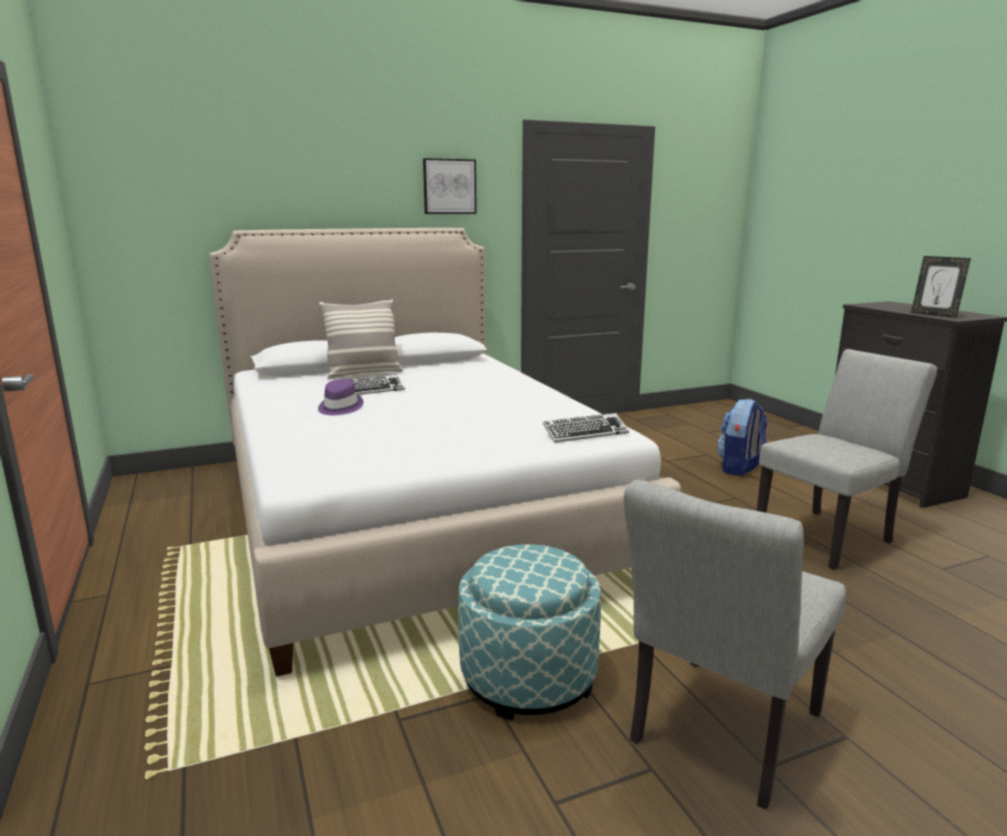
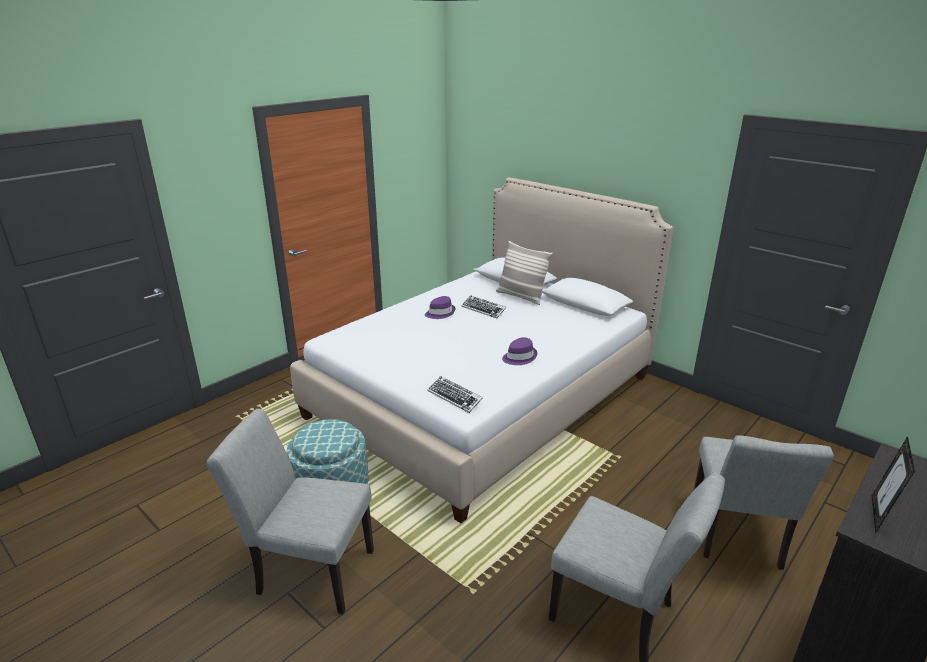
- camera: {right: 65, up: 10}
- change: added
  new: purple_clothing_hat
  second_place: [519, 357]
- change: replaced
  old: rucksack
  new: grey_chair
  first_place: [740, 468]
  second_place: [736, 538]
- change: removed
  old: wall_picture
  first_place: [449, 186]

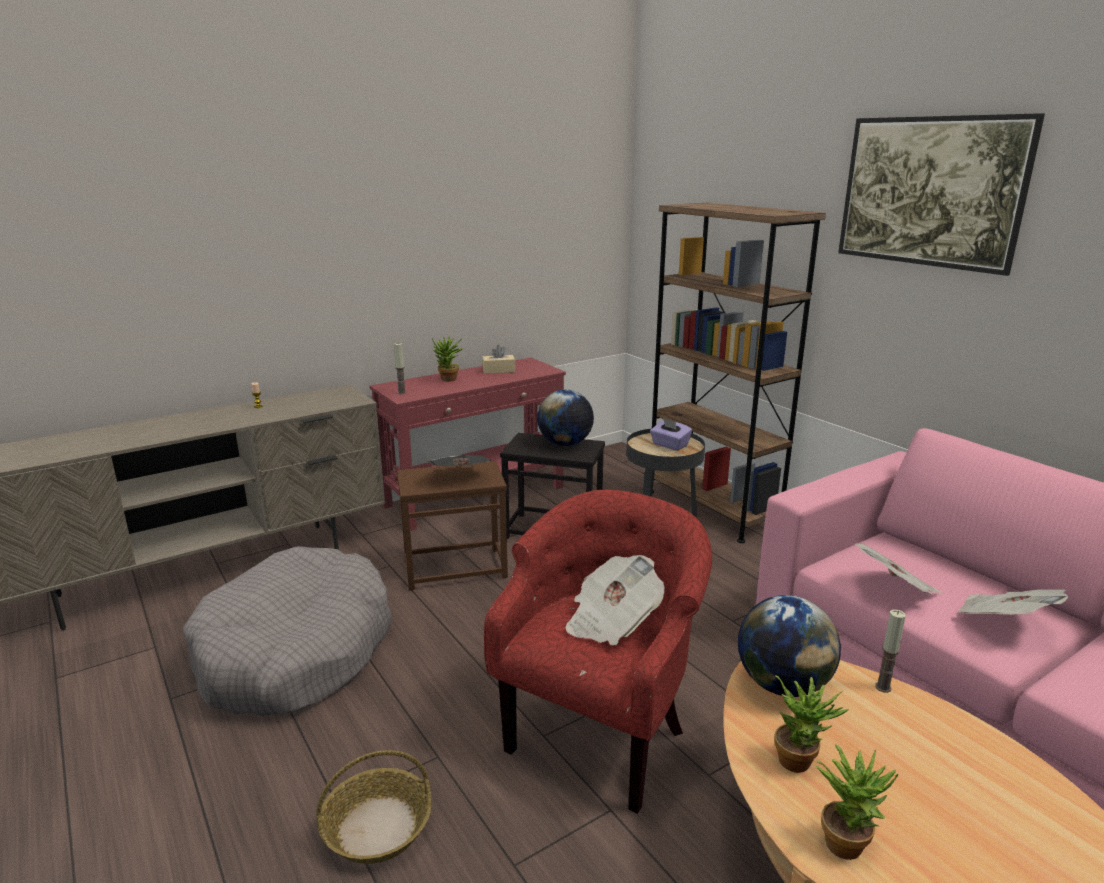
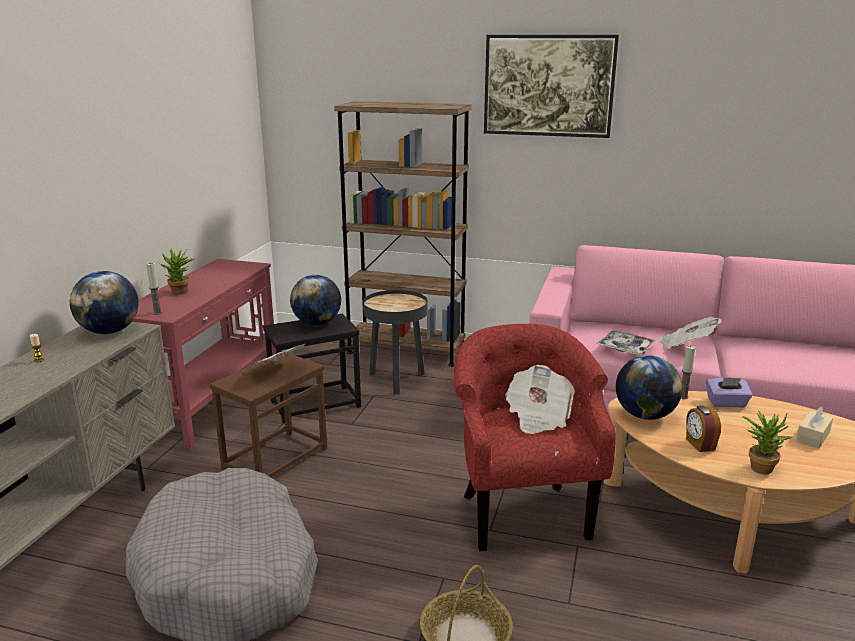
- camera: {right: -40, up: 0}
- change: added
  new: globe
  second_place: [110, 331]
- change: replaced
  old: daily_paper
  new: serving_tray
  first_place: [895, 589]
  second_place: [625, 348]
- change: replaced
  old: plant_in_a_pot
  new: alarm_clock
  first_place: [800, 760]
  second_place: [699, 444]
- change: moved
  old: purple_box_of_tissues
  first_place: [669, 445]
  second_place: [726, 403]
- change: moved
  old: beige-coloured_box_of_tissues
  first_place: [498, 370]
  second_place: [812, 436]

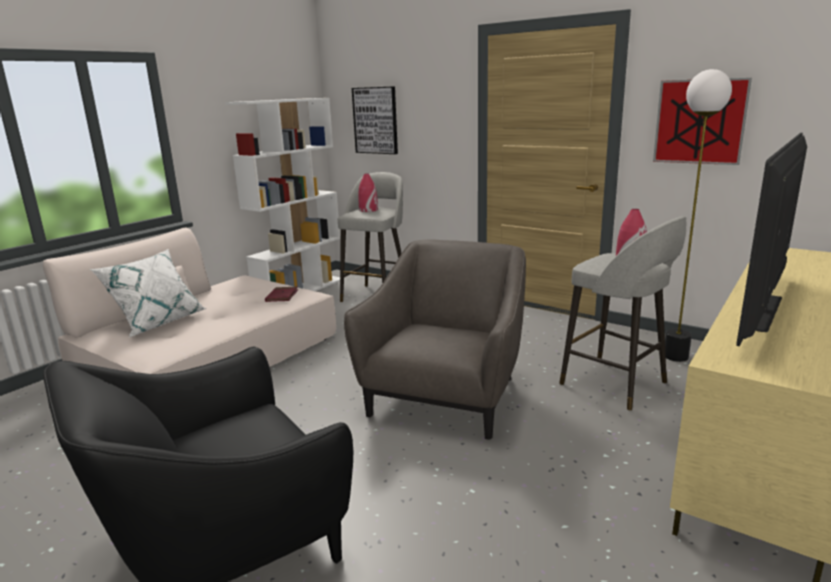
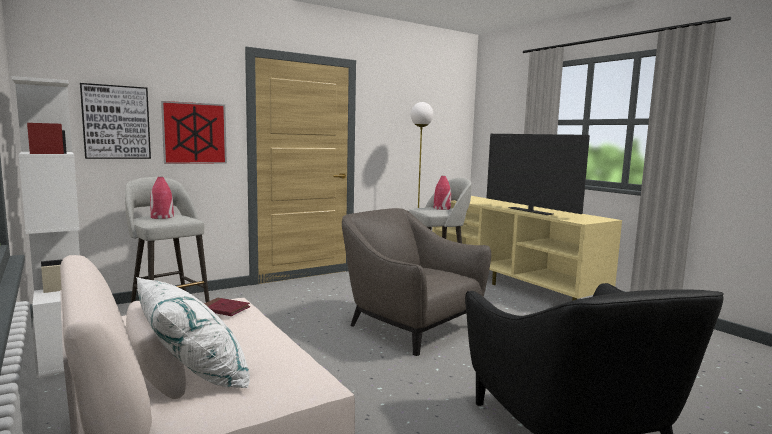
- camera: {right: -70, up: -10}
- change: moved
  old: wall_picture
  first_place: [700, 121]
  second_place: [194, 133]

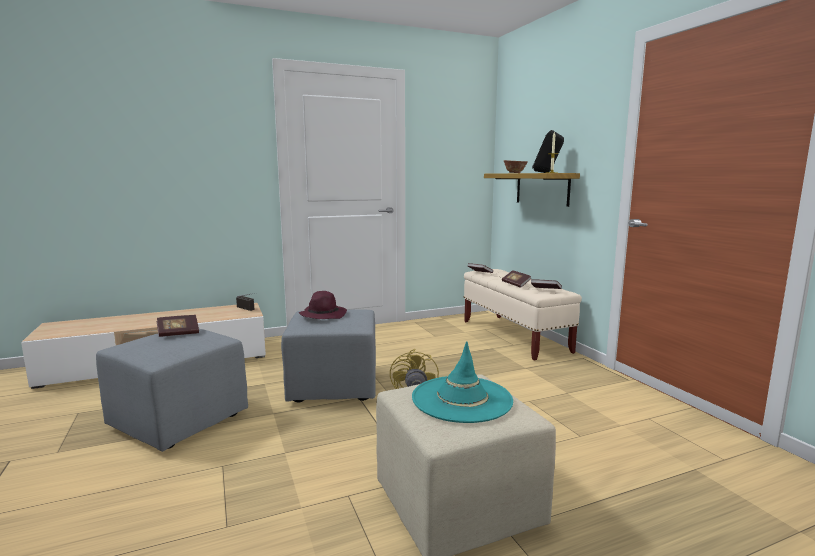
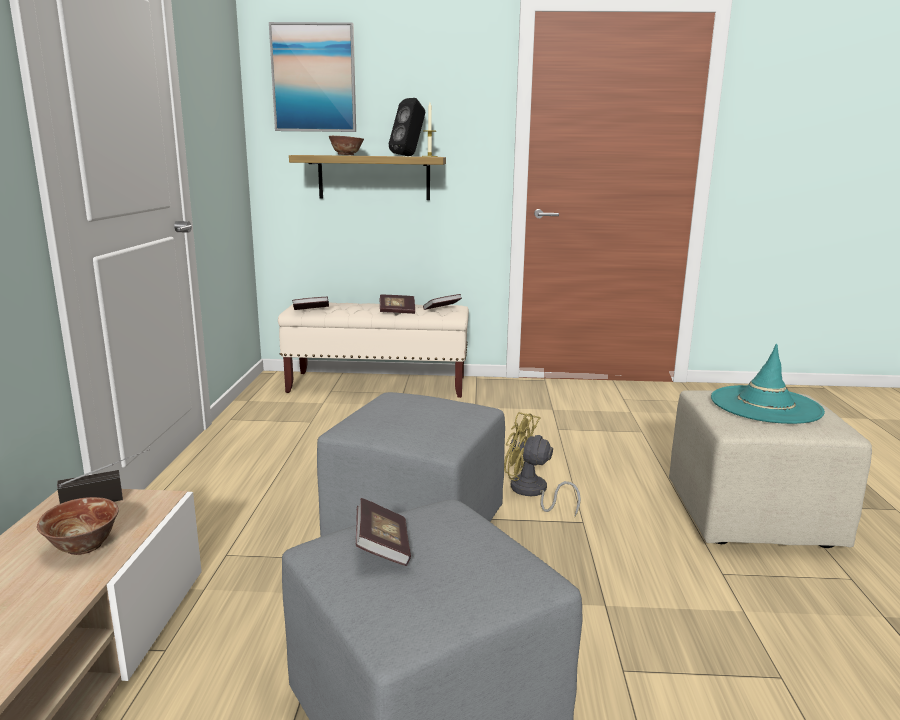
- camera: {right: -65, up: 5}
- change: added
  new: deep_dish
  second_place: [84, 547]
- change: added
  new: wall_picture
  second_place: [314, 78]
- change: removed
  old: purple_clothing_hat
  first_place: [323, 315]

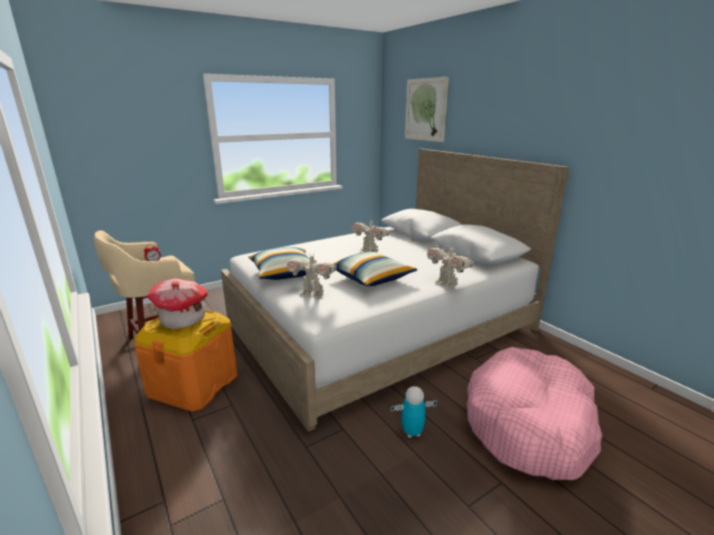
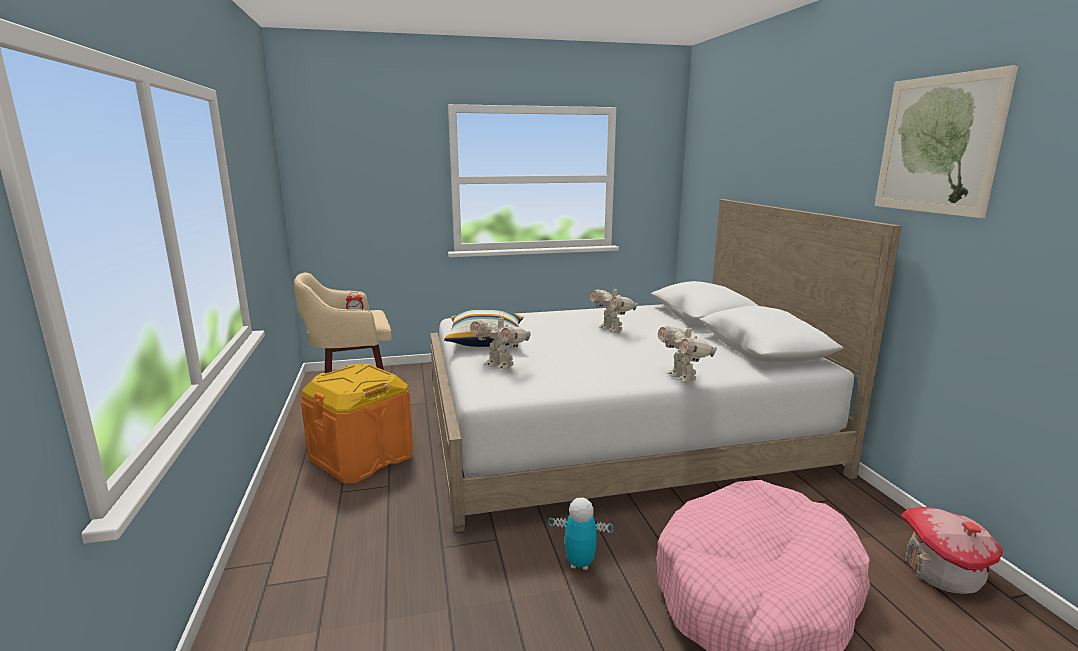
- camera: {right: 20, up: -5}
- change: moved
  old: wall_picture
  first_place: [425, 109]
  second_place: [937, 145]
- change: moved
  old: miniature_house
  first_place: [183, 319]
  second_place: [942, 573]
- change: removed
  old: pillow
  first_place: [371, 278]

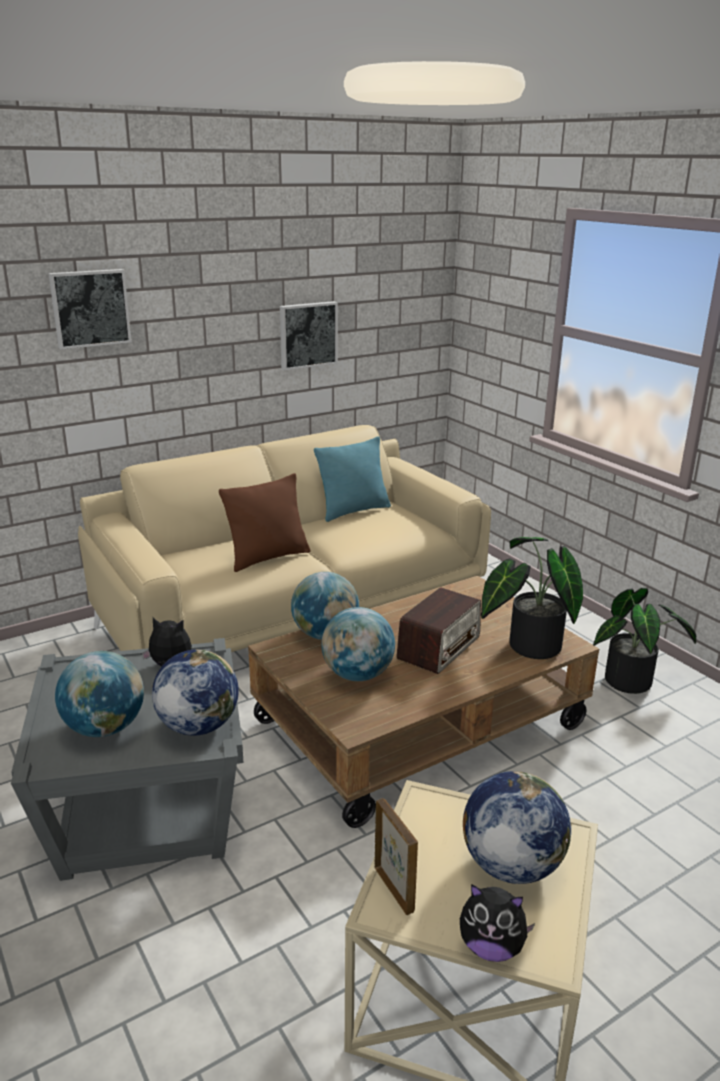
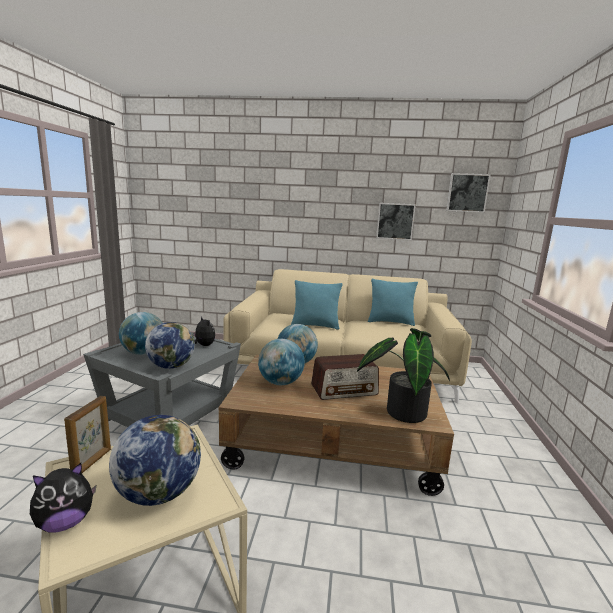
- camera: {right: 40, up: -10}
- change: turned
  old: plush_toy
  first_place: [491, 947]
  second_place: [65, 523]
  degrees: -90
- change: recoloured
  old: brown-coloured_pillow
  new: blue-green_pillow
  first_place: [268, 557]
  second_place: [315, 325]
- change: moved
  old: wall_picture
  first_place: [90, 308]
  second_place: [467, 193]
- change: removed
  old: plant_in_a_pot
  first_place: [634, 683]

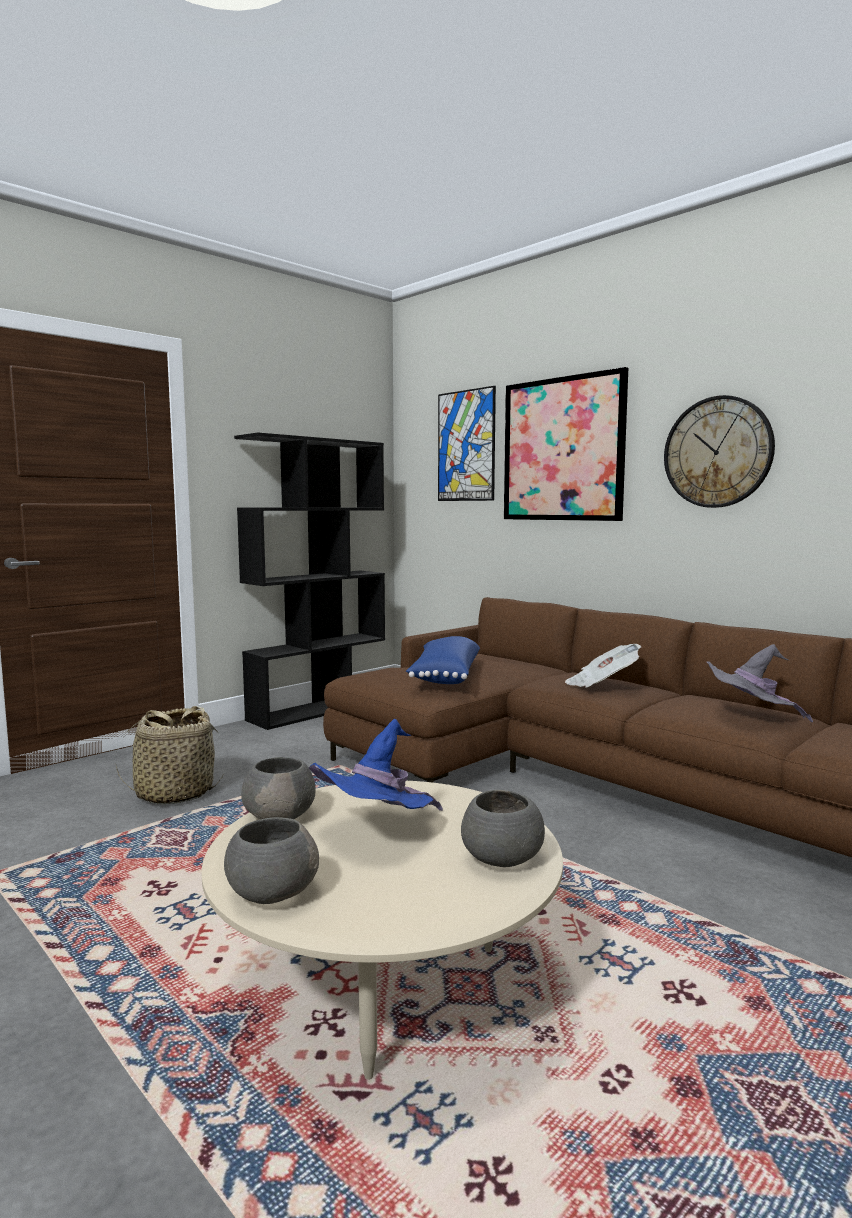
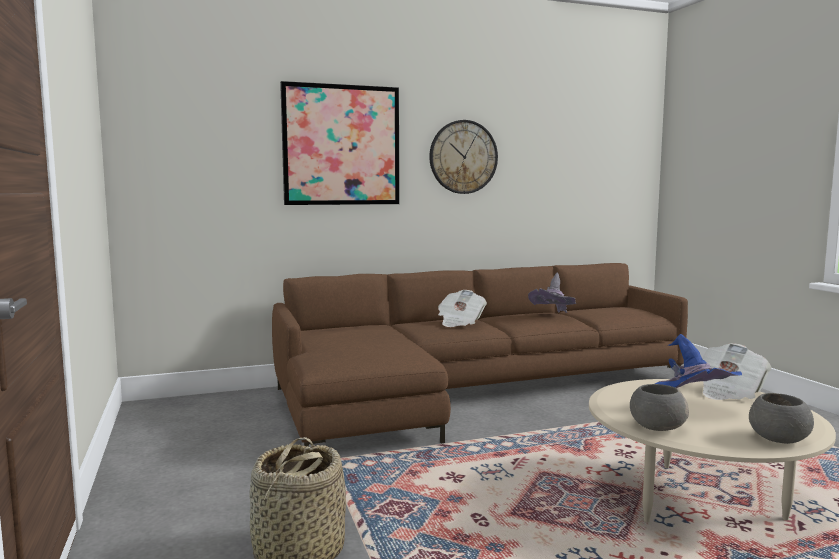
- camera: {right: -65, up: 0}
- change: replaced
  old: grey_deep_dish
  new: daily_paper
  first_place: [500, 859]
  second_place: [727, 391]
- change: removed
  old: black_bookshelf
  first_place: [318, 709]
- change: removed
  old: bluish_pillow
  first_place: [444, 676]
- change: removed
  old: wall_picture
  first_place: [466, 446]

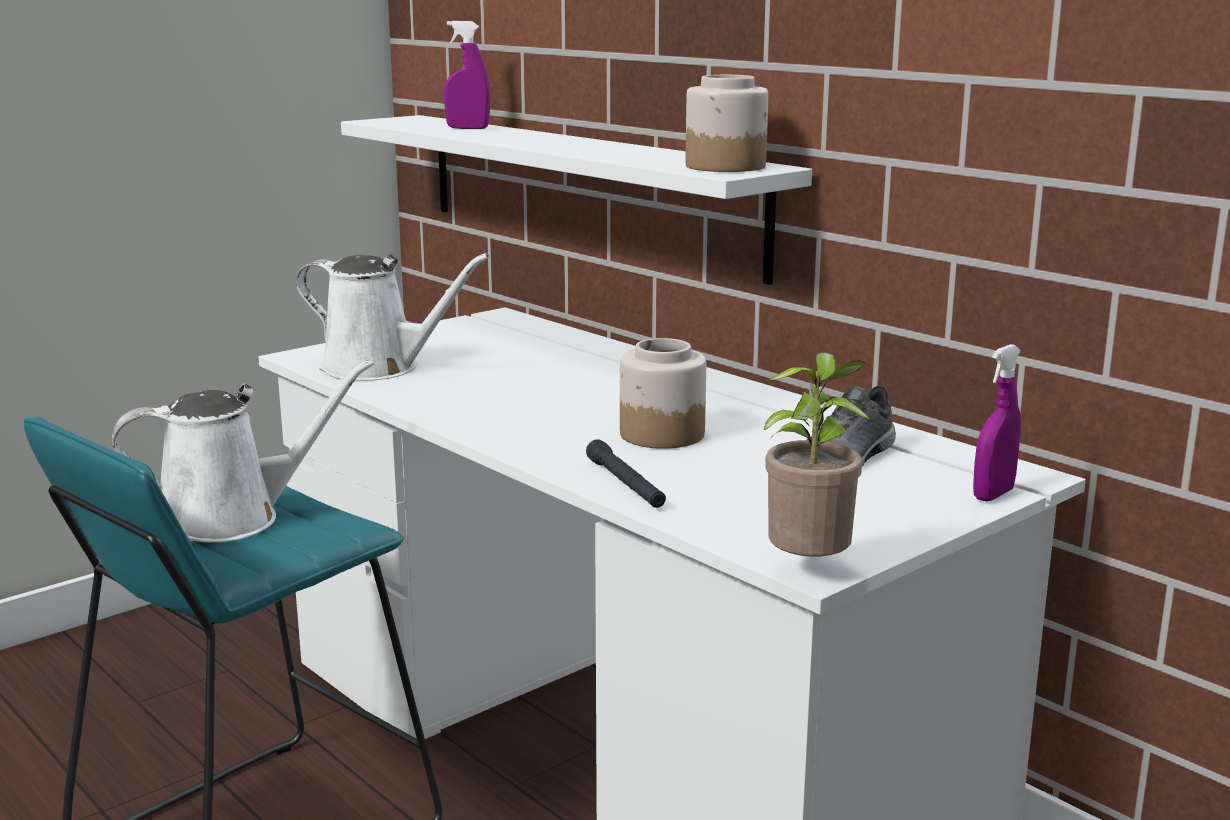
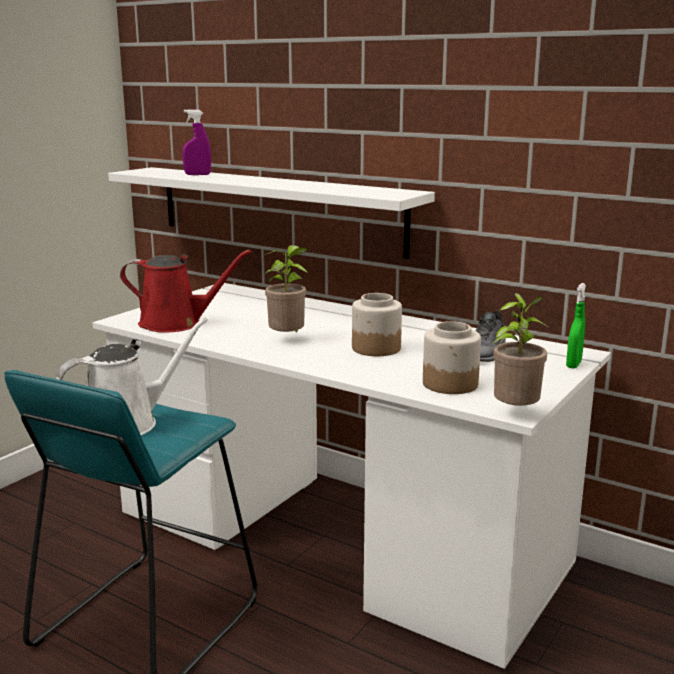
- camera: {right: -15, up: 0}
- change: recoloured
  old: white_watering_can
  new: red_watering_can
  first_place: [379, 368]
  second_place: [176, 323]
- change: added
  new: plant_in_a_pot
  second_place: [288, 339]
- change: moved
  old: storage_jar
  first_place: [726, 166]
  second_place: [450, 384]
- change: recoloured
  old: purple_hand_sprayer
  new: greenish_hand_sprayer
  first_place: [993, 495]
  second_place: [573, 364]
- change: removed
  old: black_torch
  first_place: [625, 484]

